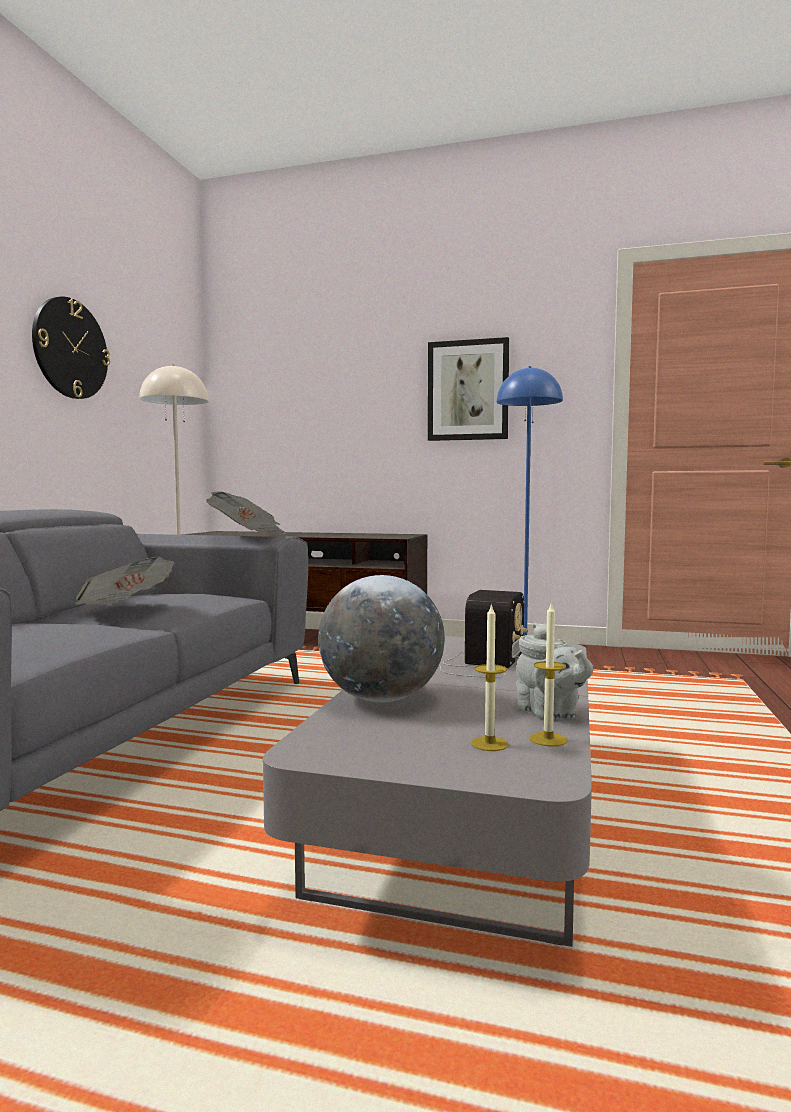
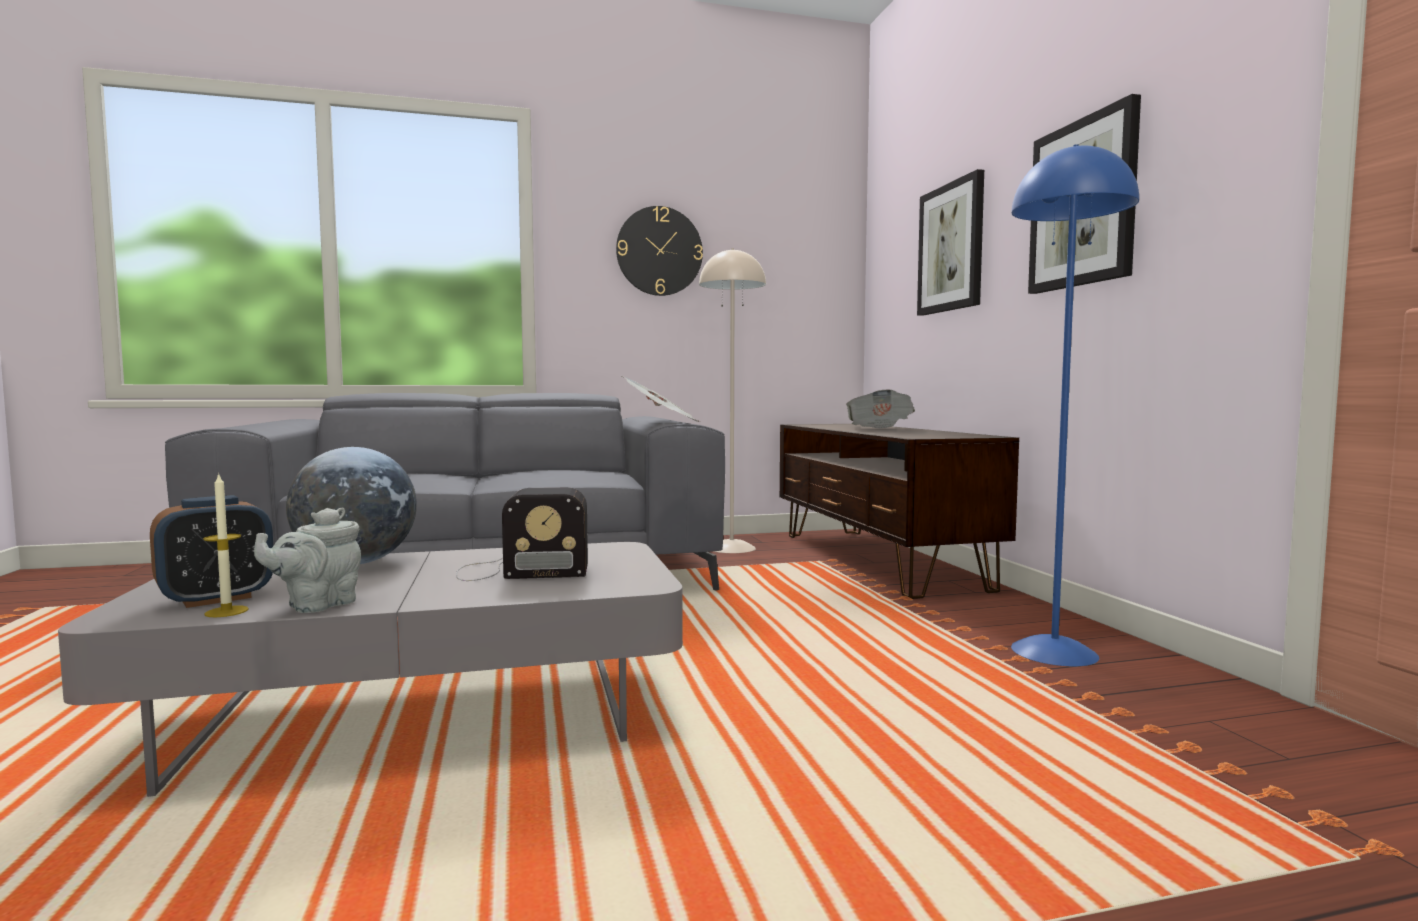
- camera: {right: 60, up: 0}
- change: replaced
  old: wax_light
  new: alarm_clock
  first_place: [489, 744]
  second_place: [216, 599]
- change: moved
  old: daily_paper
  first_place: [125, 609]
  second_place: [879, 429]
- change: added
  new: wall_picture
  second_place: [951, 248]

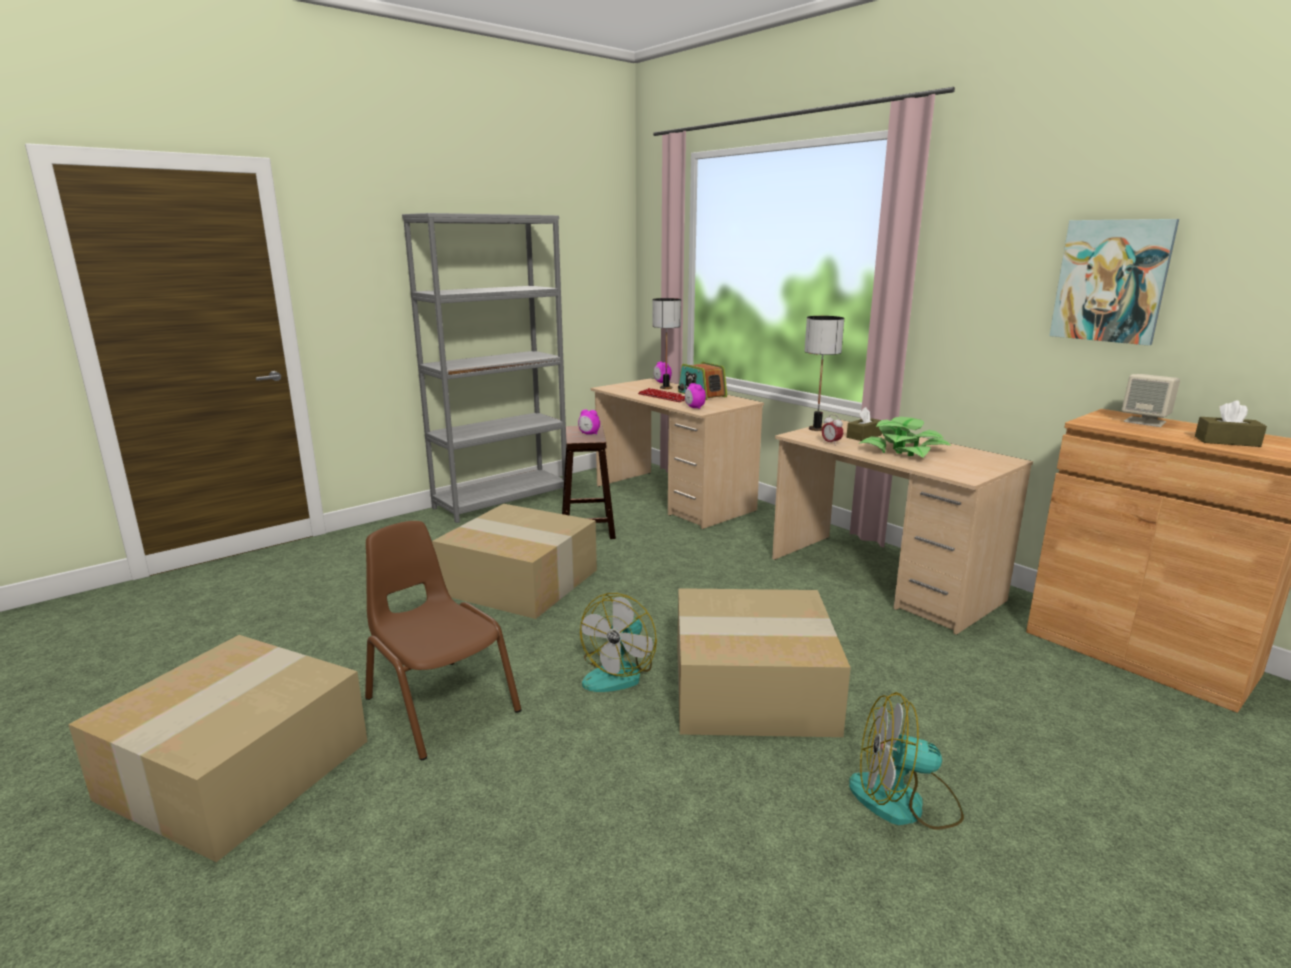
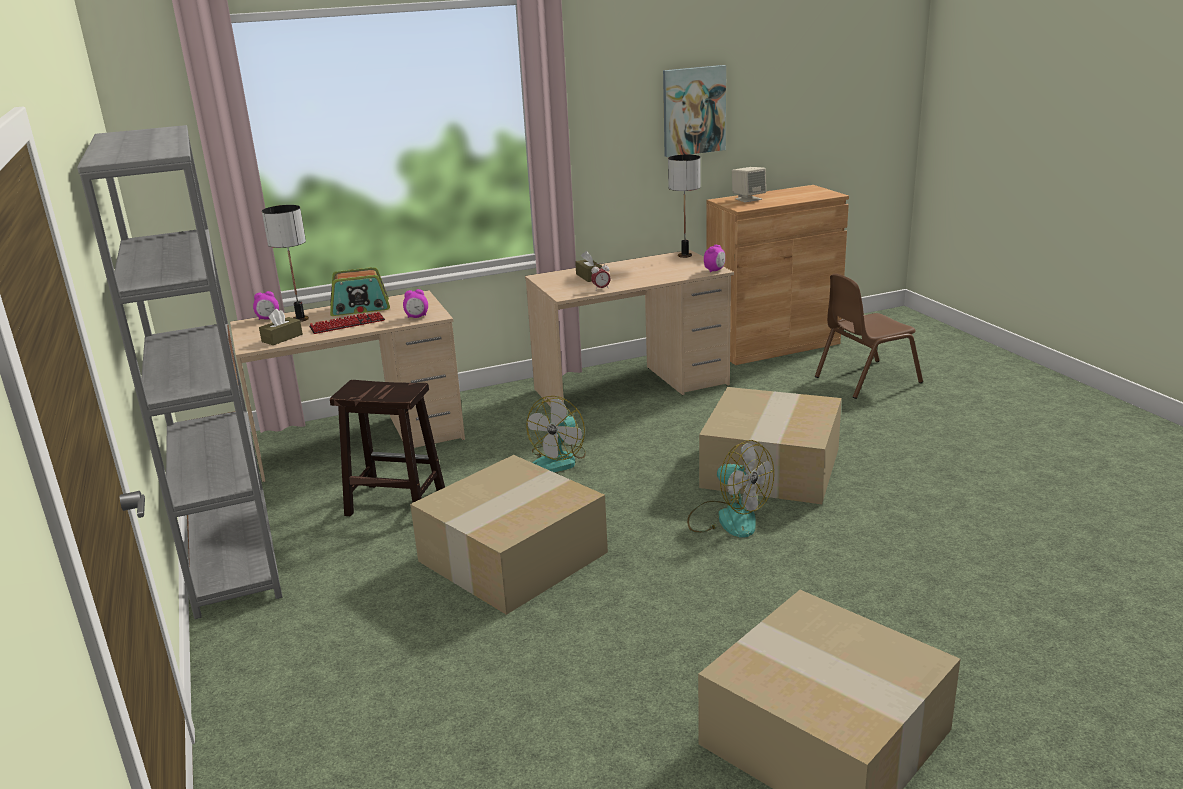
- camera: {right: -70, up: 5}
- change: moved
  old: brown-coloured_box_of_tissues
  first_place: [1227, 441]
  second_place: [282, 338]
- change: moved
  old: fan
  first_place: [904, 801]
  second_place: [559, 460]
- change: moved
  old: table_lamp
  first_place: [816, 429]
  second_place: [685, 255]
- change: moved
  old: alarm_clock
  first_place: [589, 434]
  second_place: [714, 270]
- change: moved
  old: brown-coloured_chair
  first_place: [441, 705]
  second_place: [866, 379]
- change: removed
  old: plant_in_a_pot
  first_place: [903, 451]

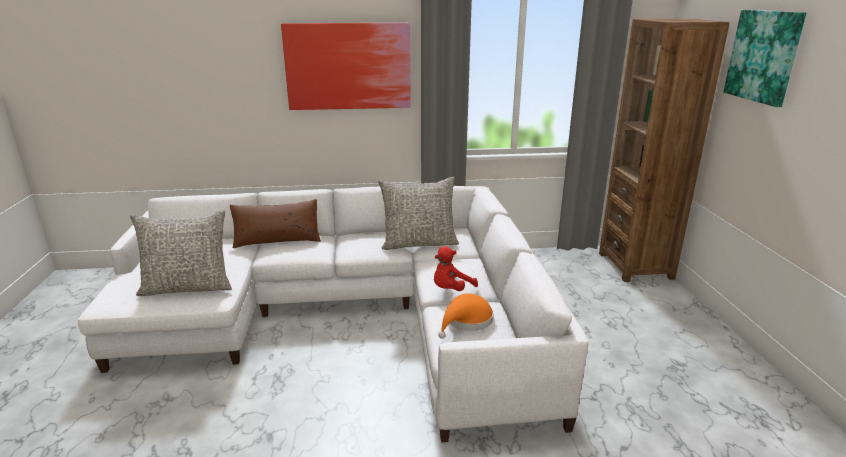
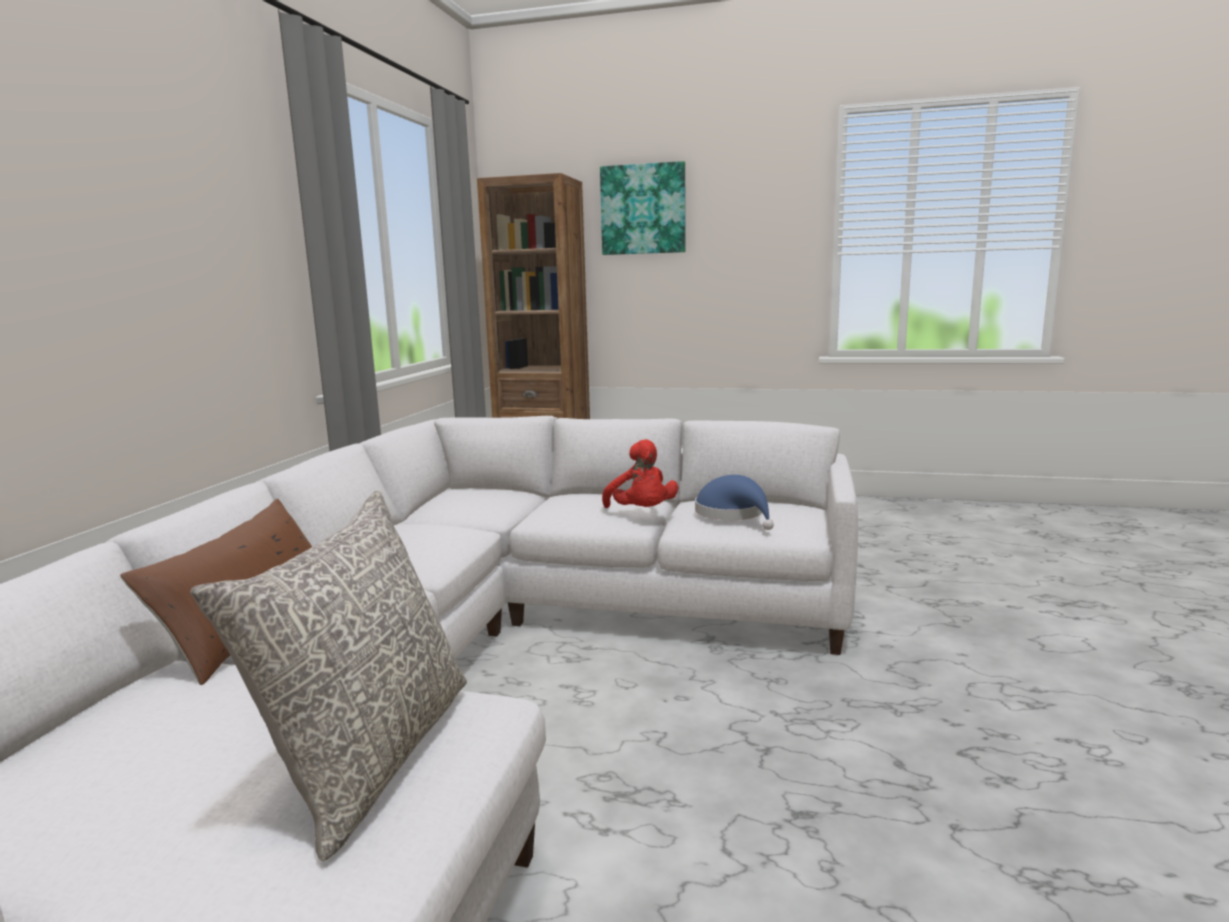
- camera: {right: -70, up: -10}
- change: recoloured
  old: orange-coloured_clothing_hat
  new: bluish_clothing_hat
  first_place: [466, 321]
  second_place: [733, 514]
- change: removed
  old: wall_picture
  first_place: [348, 66]
- change: removed
  old: grey_pillow
  first_place: [419, 243]

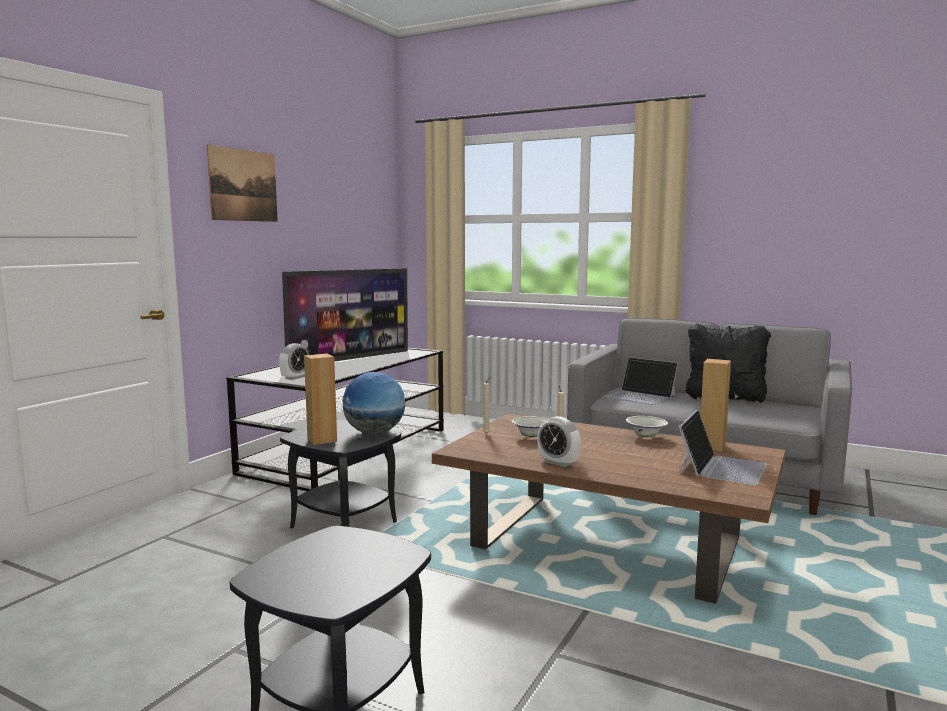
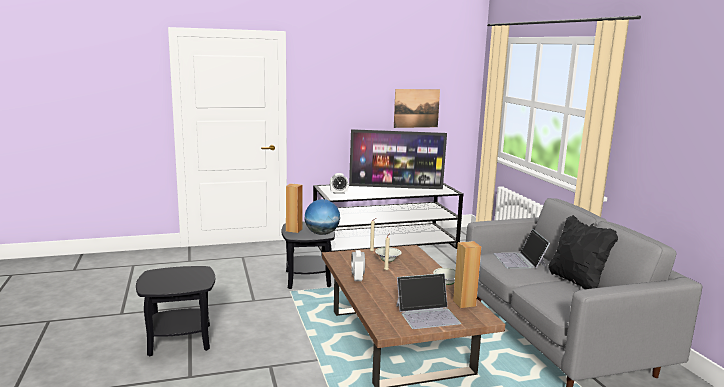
- camera: {right: 45, up: 5}
- change: moved
  old: wall_picture
  first_place: [243, 185]
  second_place: [416, 108]

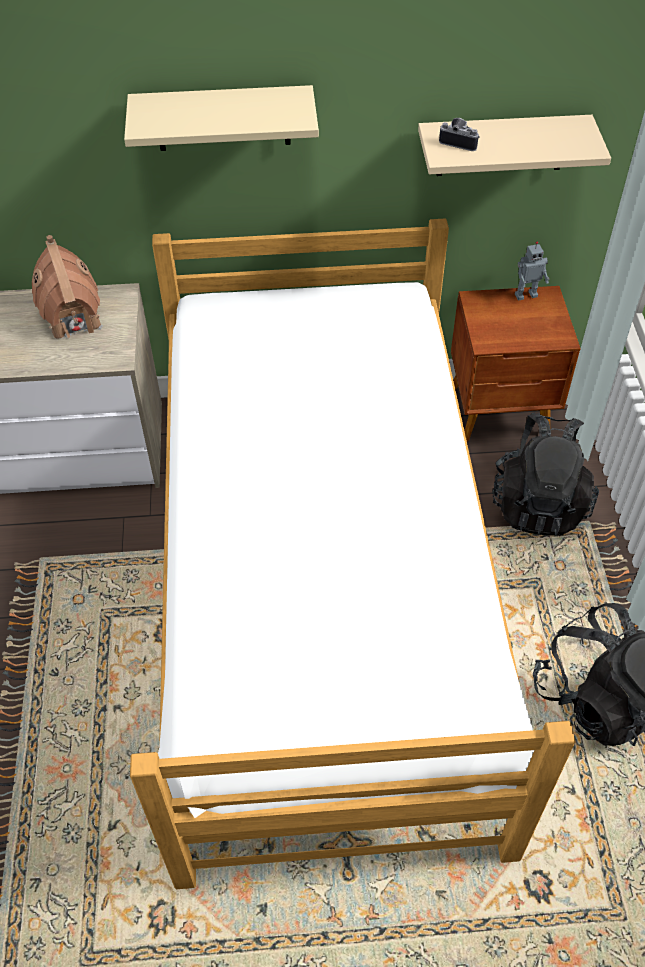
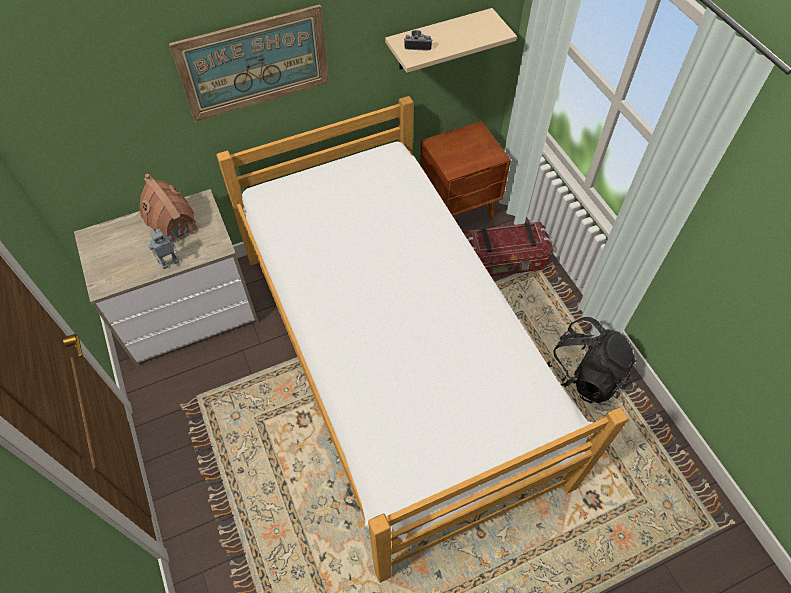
- camera: {right: -20, up: 5}
- change: moved
  old: model_robot
  first_place: [525, 295]
  second_place: [169, 262]
- change: replaced
  old: beige-coloured_wall_shelf
  new: wall_picture
  first_place: [223, 118]
  second_place: [254, 63]
- change: replaced
  old: black_rucksack
  new: storage_container
  first_place: [538, 503]
  second_place: [503, 262]

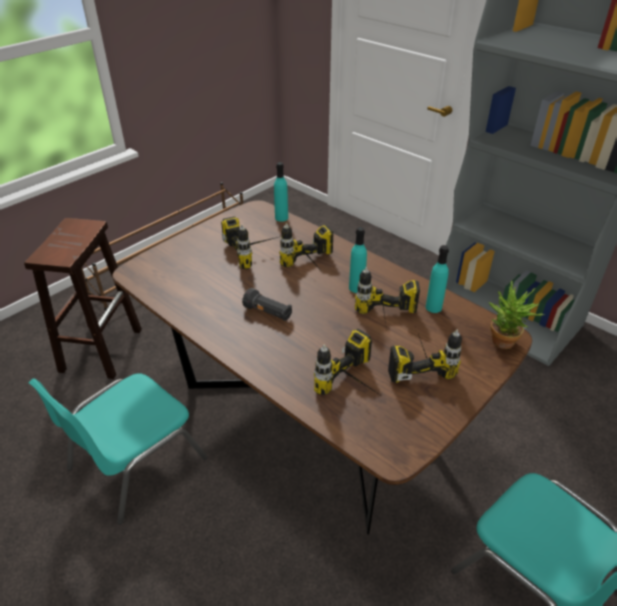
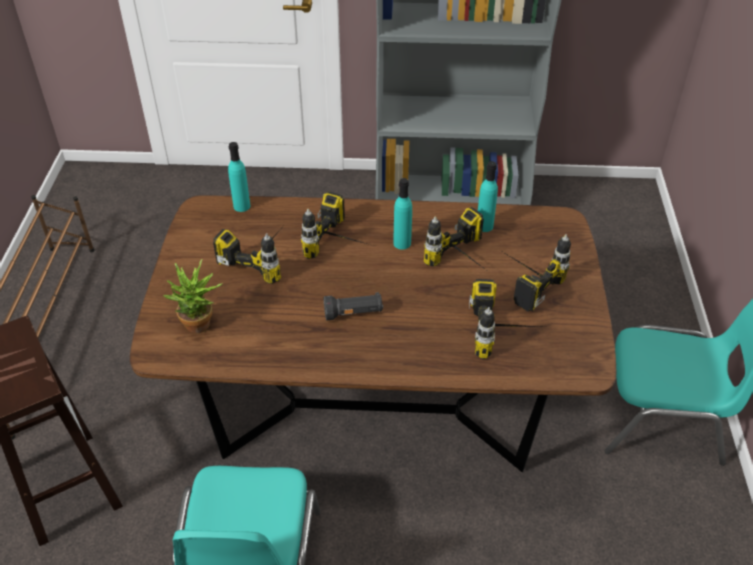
- camera: {right: -40, up: 5}
- change: moved
  old: plant_in_a_pot
  first_place: [504, 345]
  second_place: [200, 327]

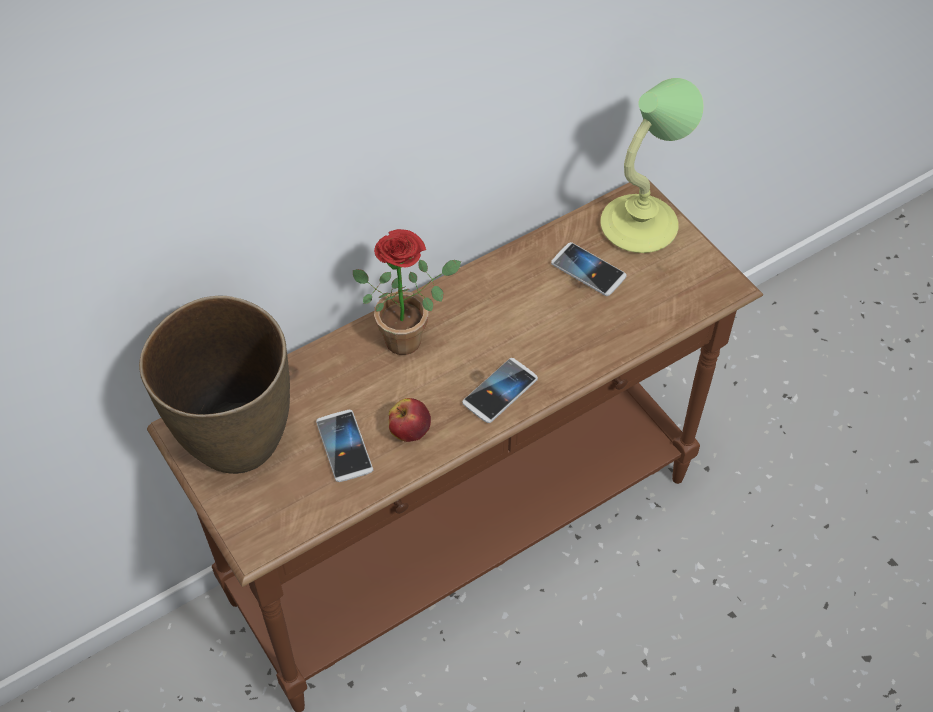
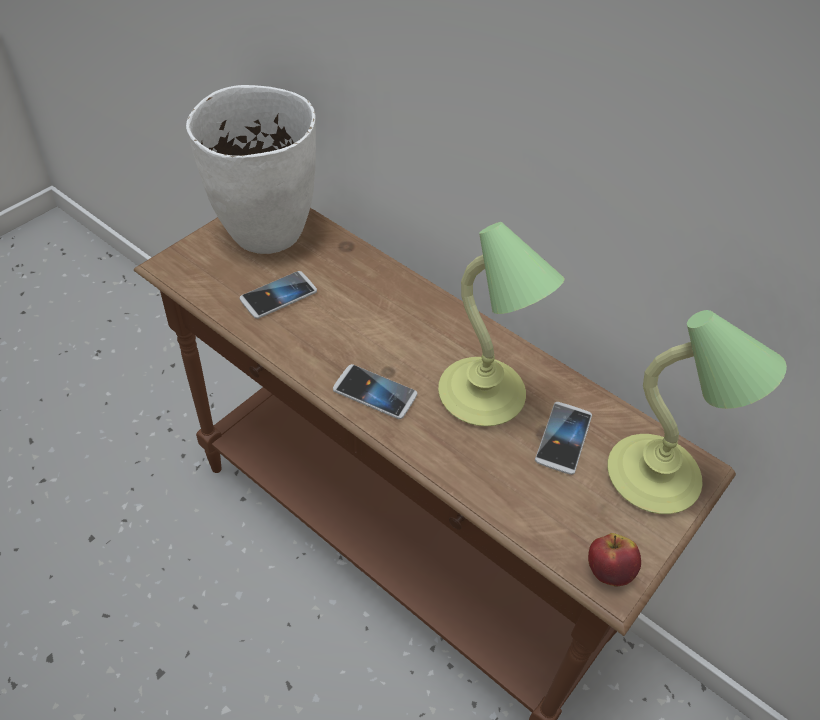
- camera: {right: 70, up: -5}
- change: recoloured
  old: brown-coloured_decorative_vase
  new: white_decorative_vase
  first_place: [238, 444]
  second_place: [264, 233]
- change: added
  new: table_lamp
  second_place: [483, 396]
- change: moved
  old: whole_apple
  first_place: [410, 431]
  second_place: [608, 571]
- change: removed
  old: plant_in_a_pot
  first_place: [410, 336]

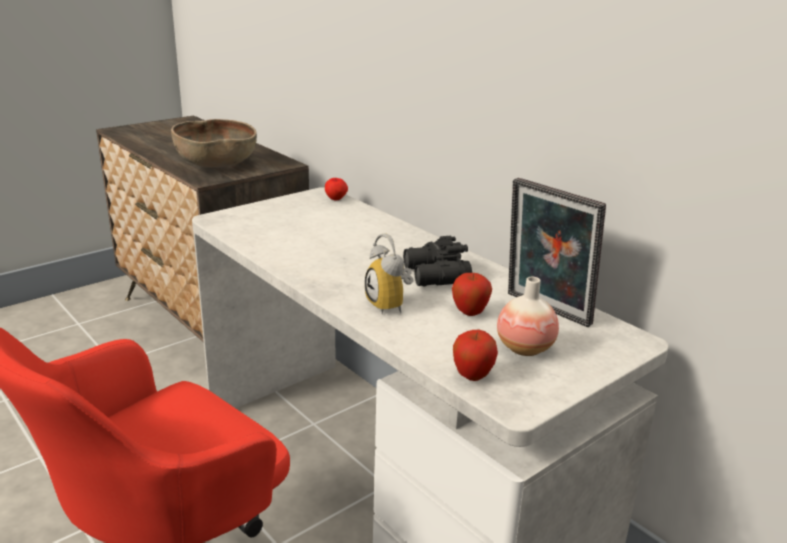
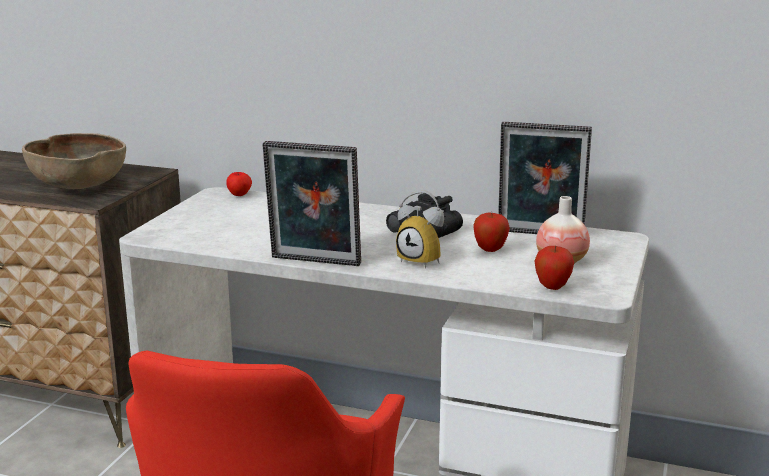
- camera: {right: -30, up: -5}
- change: added
  new: standing_frame
  second_place: [314, 262]

